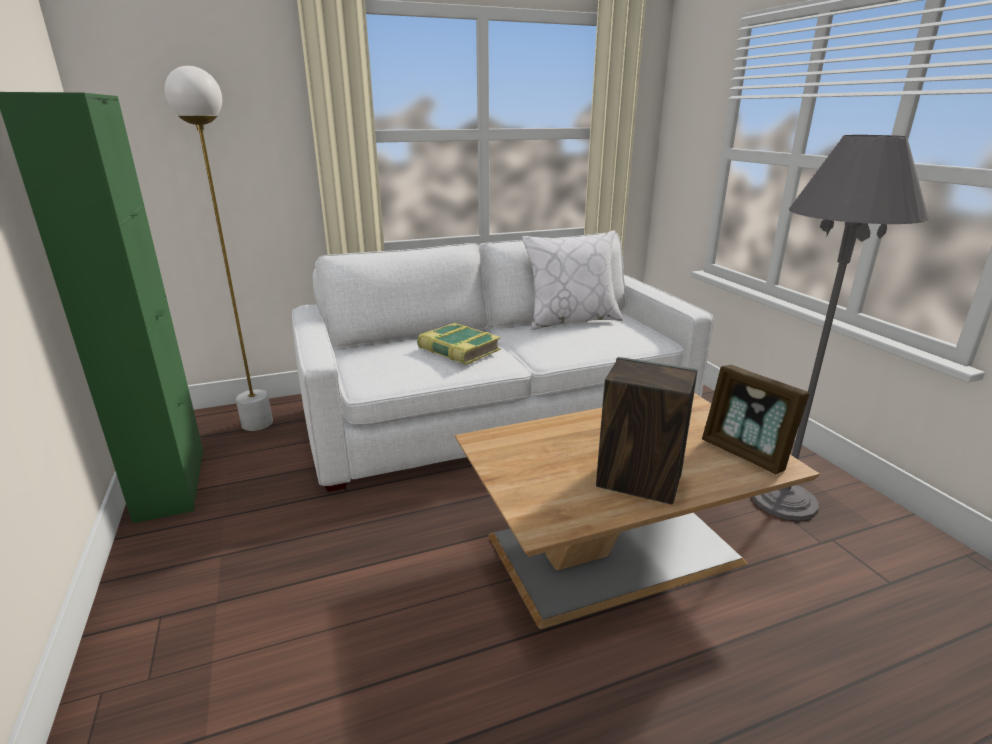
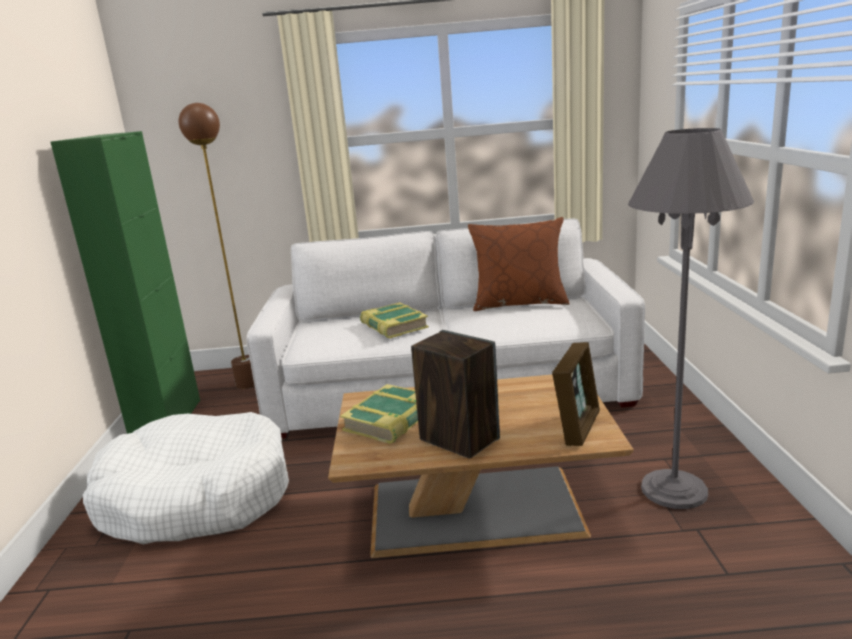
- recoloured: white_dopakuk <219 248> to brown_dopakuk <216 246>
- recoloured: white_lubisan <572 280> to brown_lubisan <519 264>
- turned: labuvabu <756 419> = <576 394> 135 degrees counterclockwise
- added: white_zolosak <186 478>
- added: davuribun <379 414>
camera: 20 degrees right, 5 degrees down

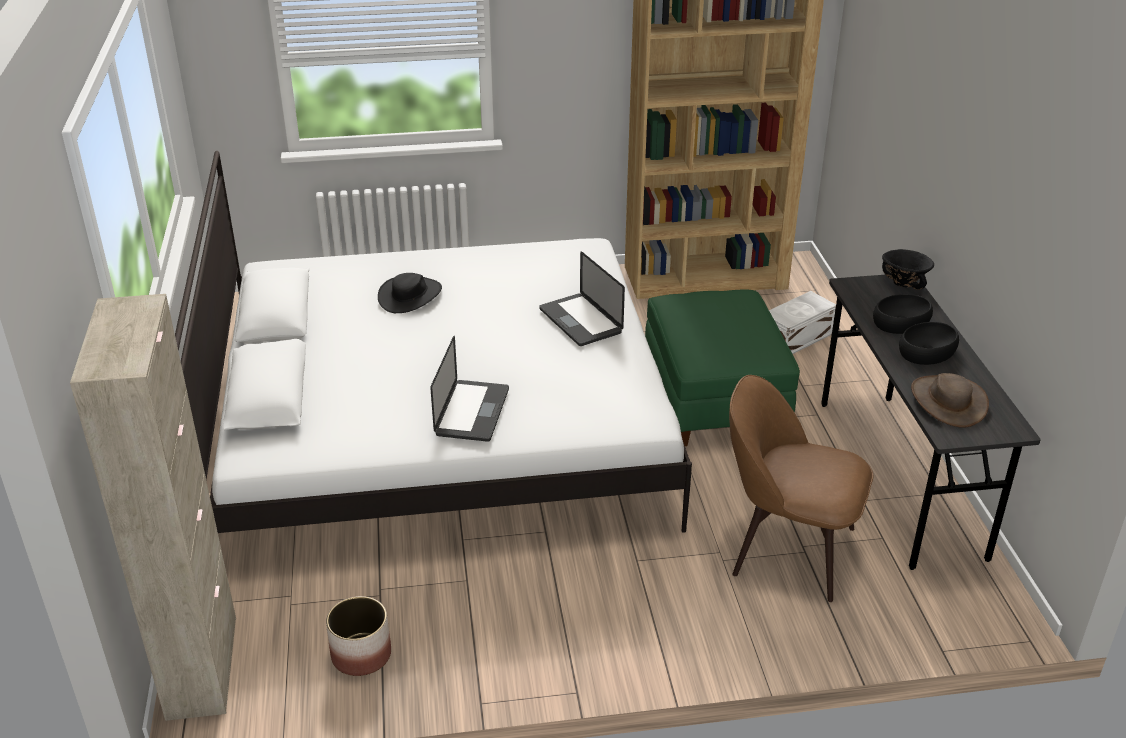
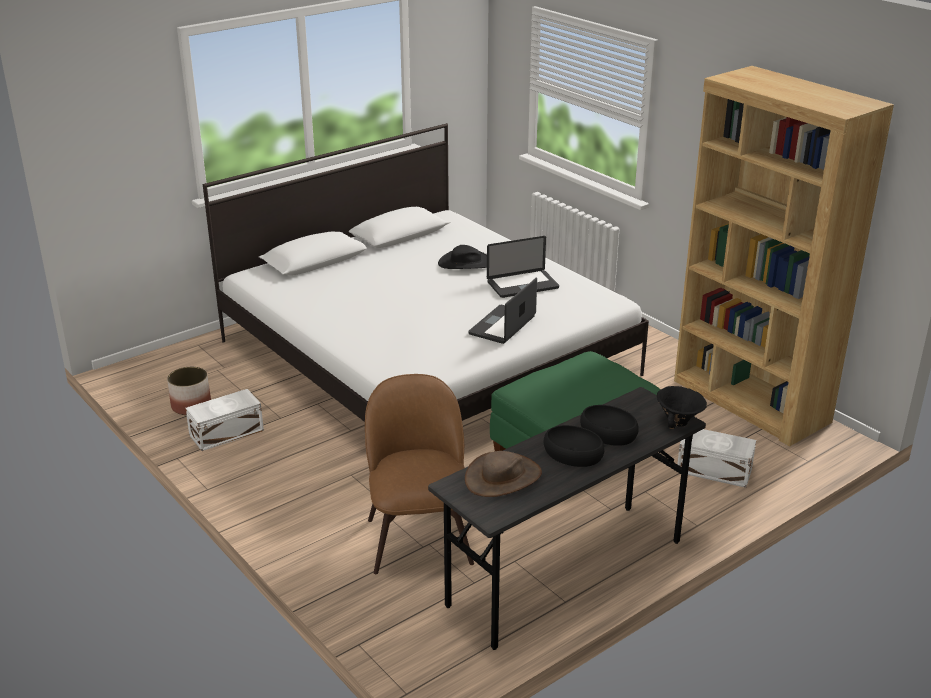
- removed: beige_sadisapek <153 507>
- moved: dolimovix <469 389> to <523 267>
- added: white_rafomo <225 420>
camera: 60 degrees right, 5 degrees down

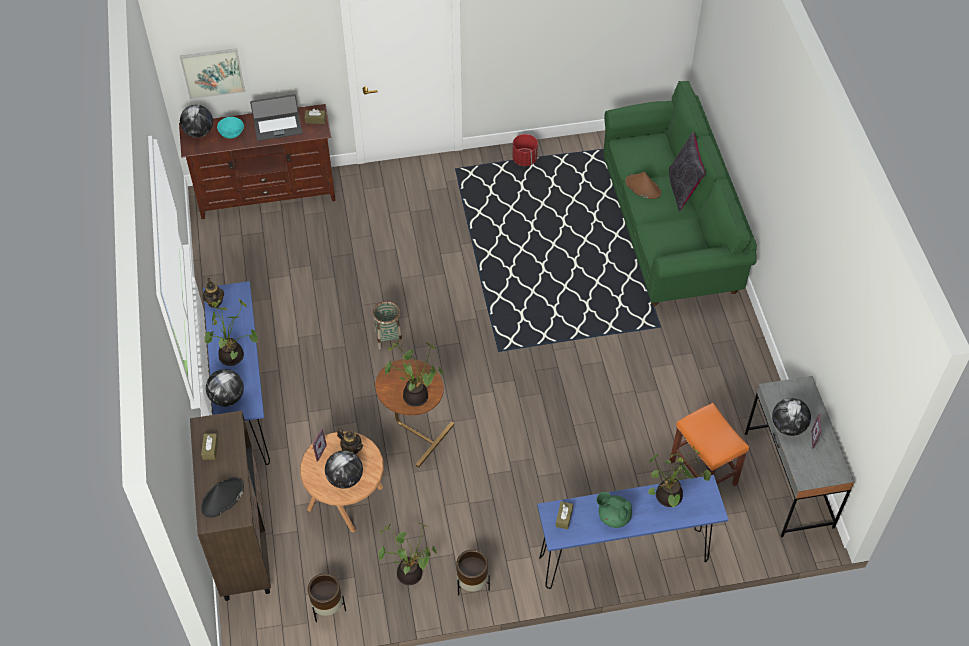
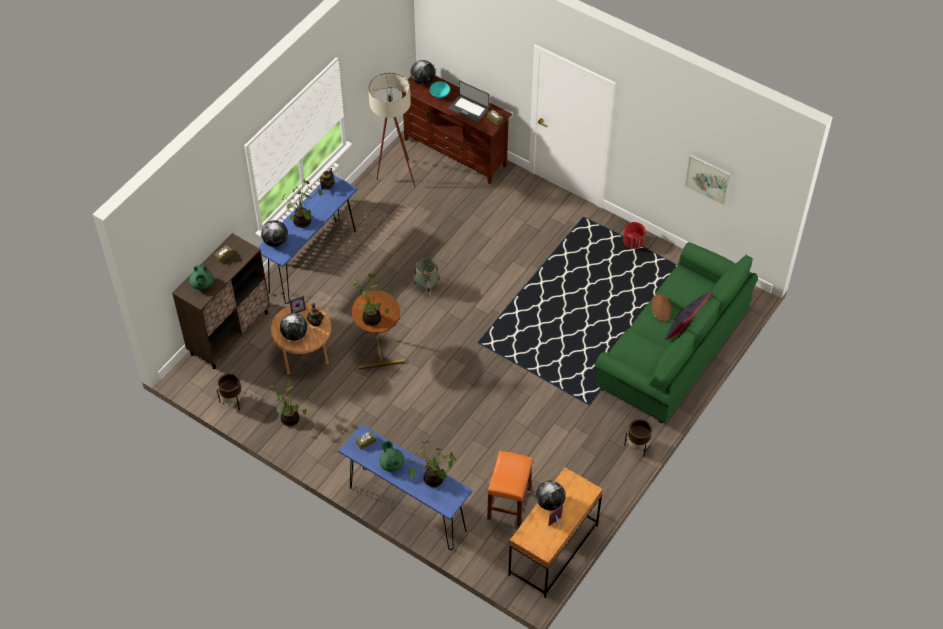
- moved: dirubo <212 73> to <708 180>
- replaced: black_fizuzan <222 497> to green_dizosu <201 277>
- moved: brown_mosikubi <473 572> to <638 438>
- recoloured: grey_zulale <800 456> to brown_zulale <555 533>
- added: beige_dopakuk <392 130>
camera: 45 degrees right, 0 degrees up

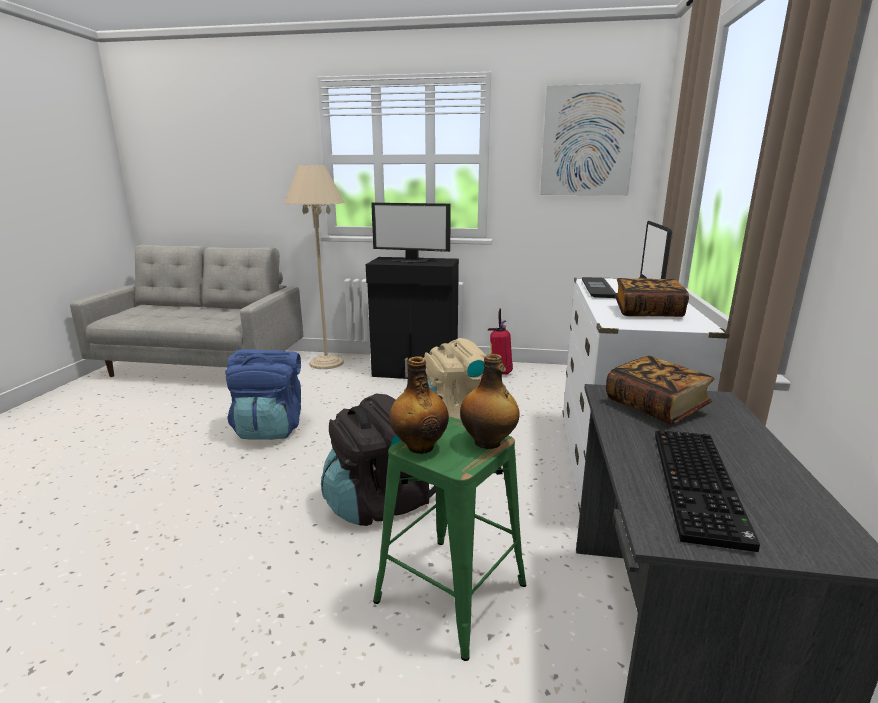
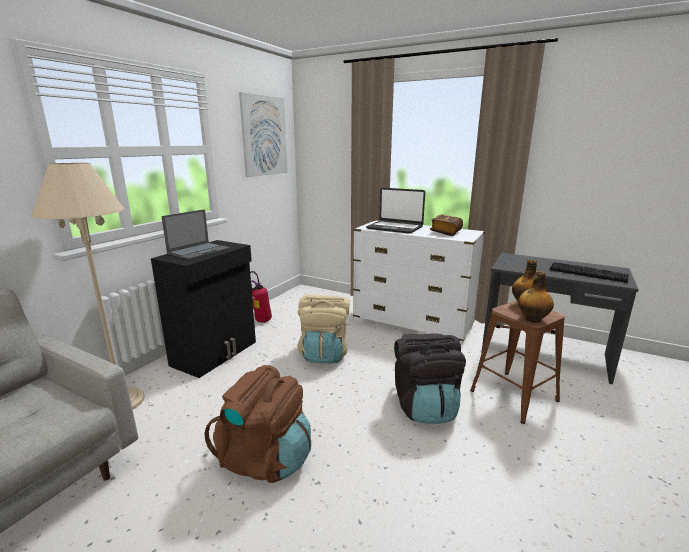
- recoloured: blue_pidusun <263 394> to brown_pidusun <257 424>
- replaced: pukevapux <411 233> to dolimovix <195 234>
- recoloured: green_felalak <449 539> to brown_felalak <517 362>
- removed: davuribun <660 390>
camera: 70 degrees left, 0 degrees up

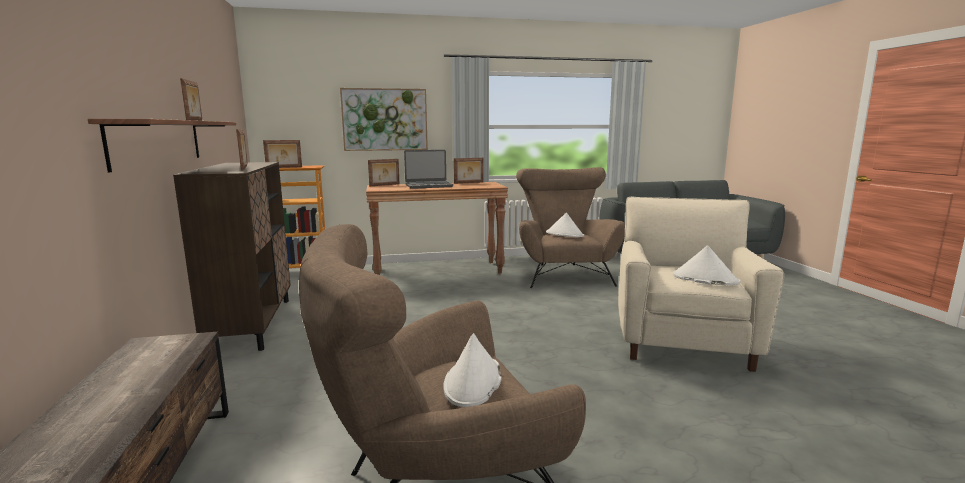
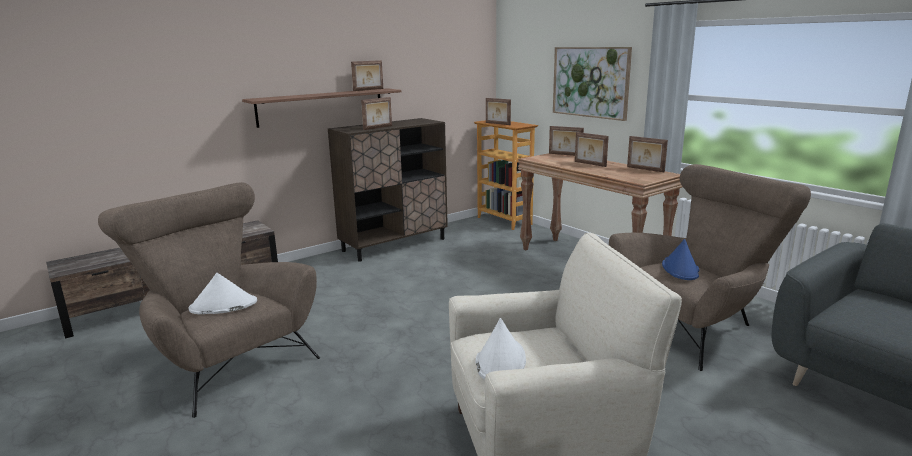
- replaced: dolimovix <428 169> to labuvabu <592 149>
- recoloured: white_fizuzan <565 225> to blue_fizuzan <680 259>
camera: 65 degrees right, 5 degrees up

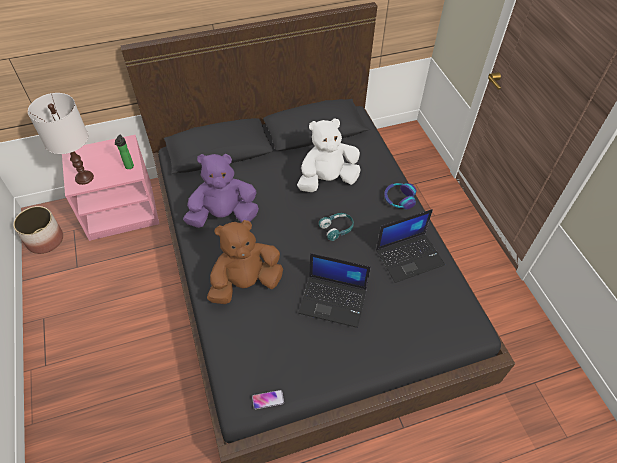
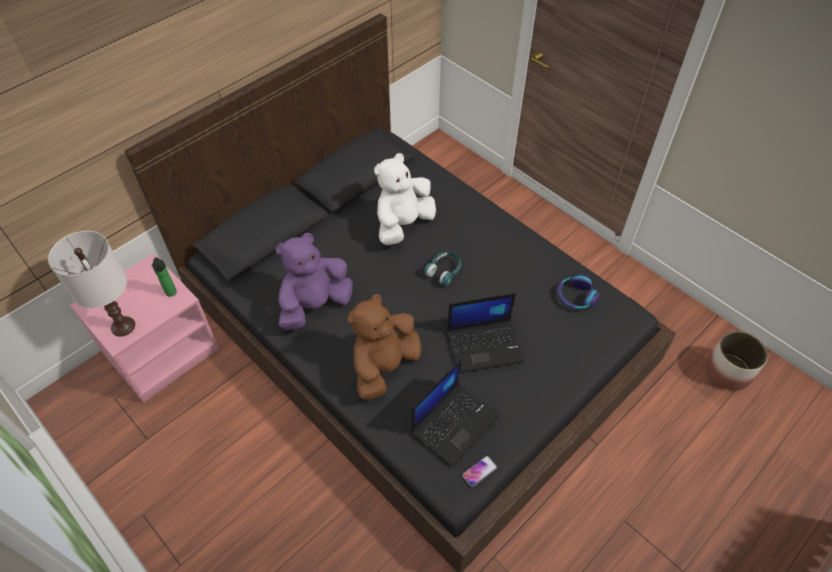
- moved: mosikubi <38 230> to <737 360>
- moved: dolimovix <410 246> to <455 413>
- moved: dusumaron <400 196> to <578 291>
camera: 25 degrees left, 0 degrees up

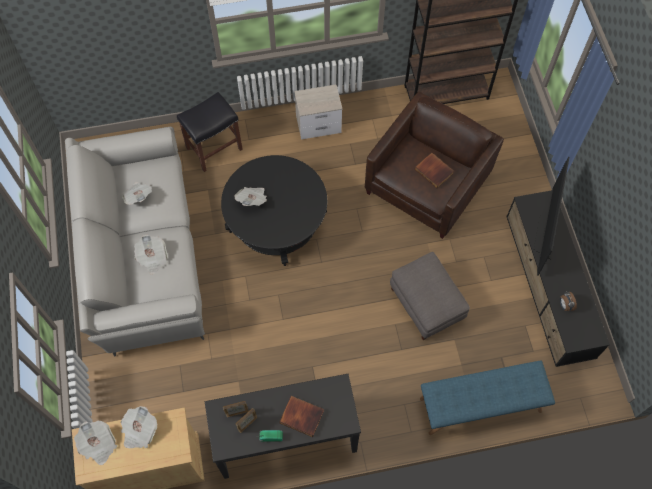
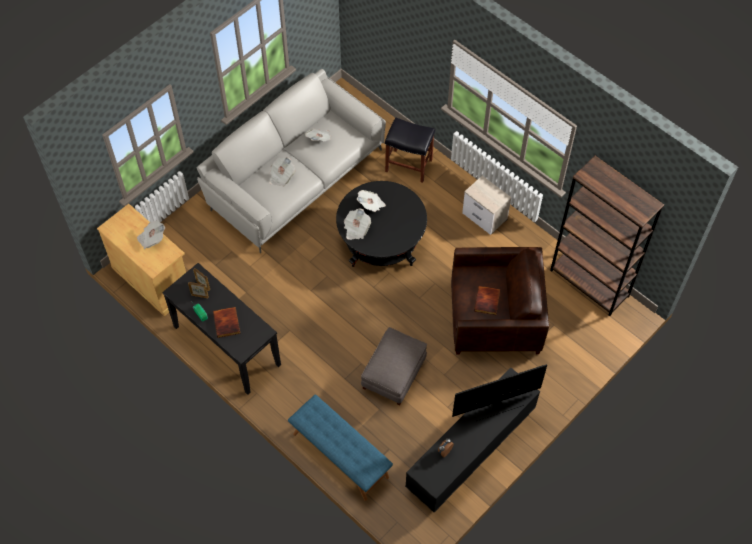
- moved: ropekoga <95 443> to <357 224>
camera: 55 degrees right, 5 degrees down

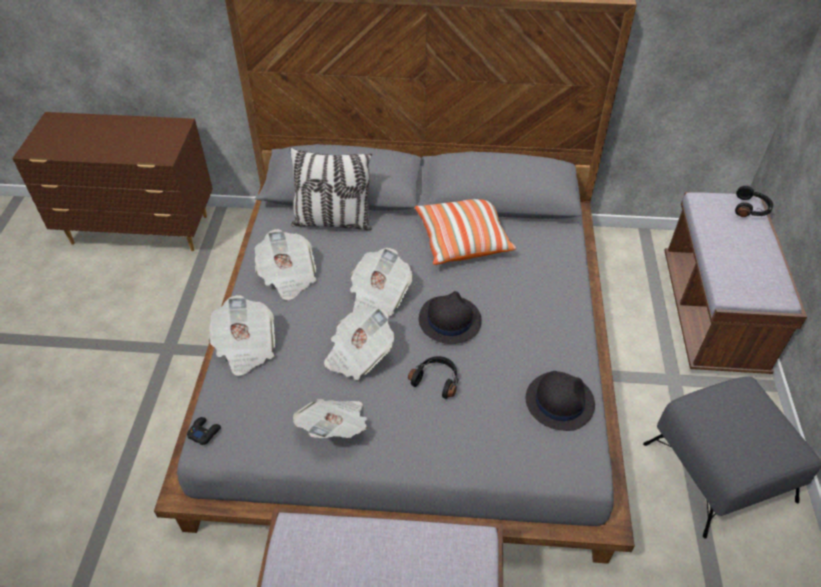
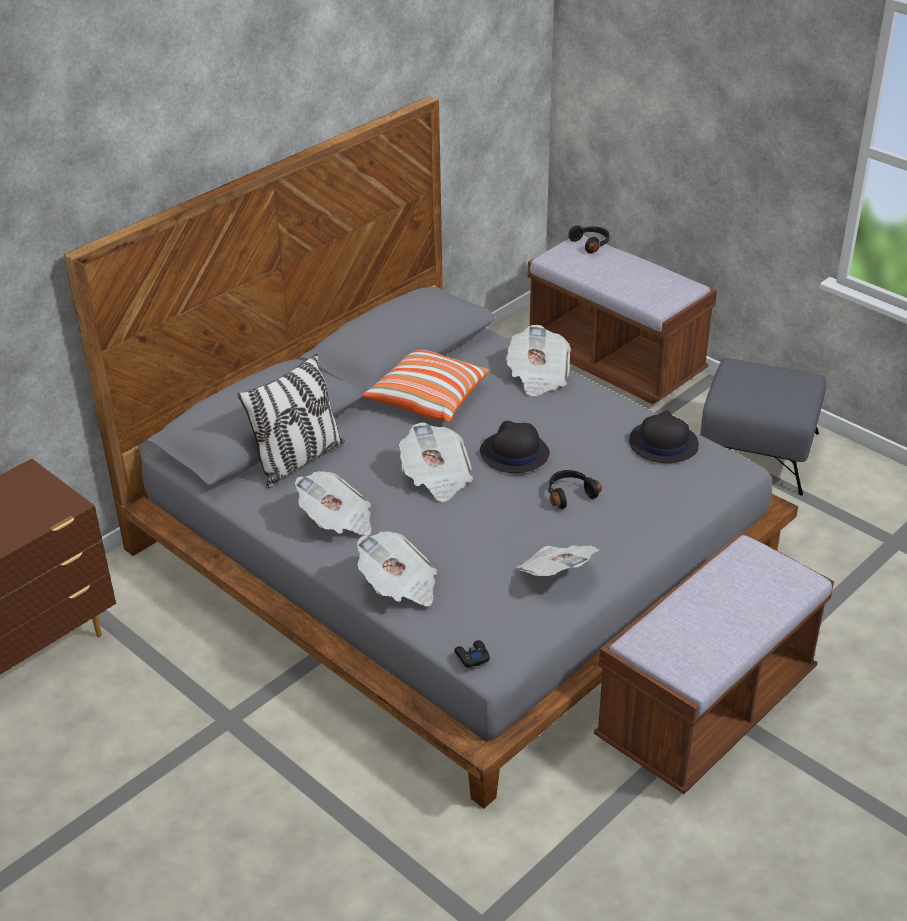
- moved: ropekoga <359 343> to <538 360>
camera: 50 degrees left, 10 degrees down

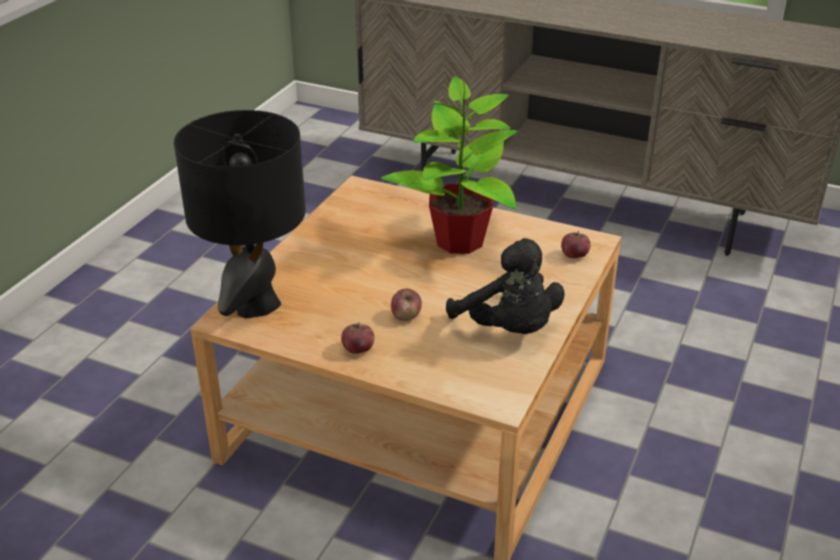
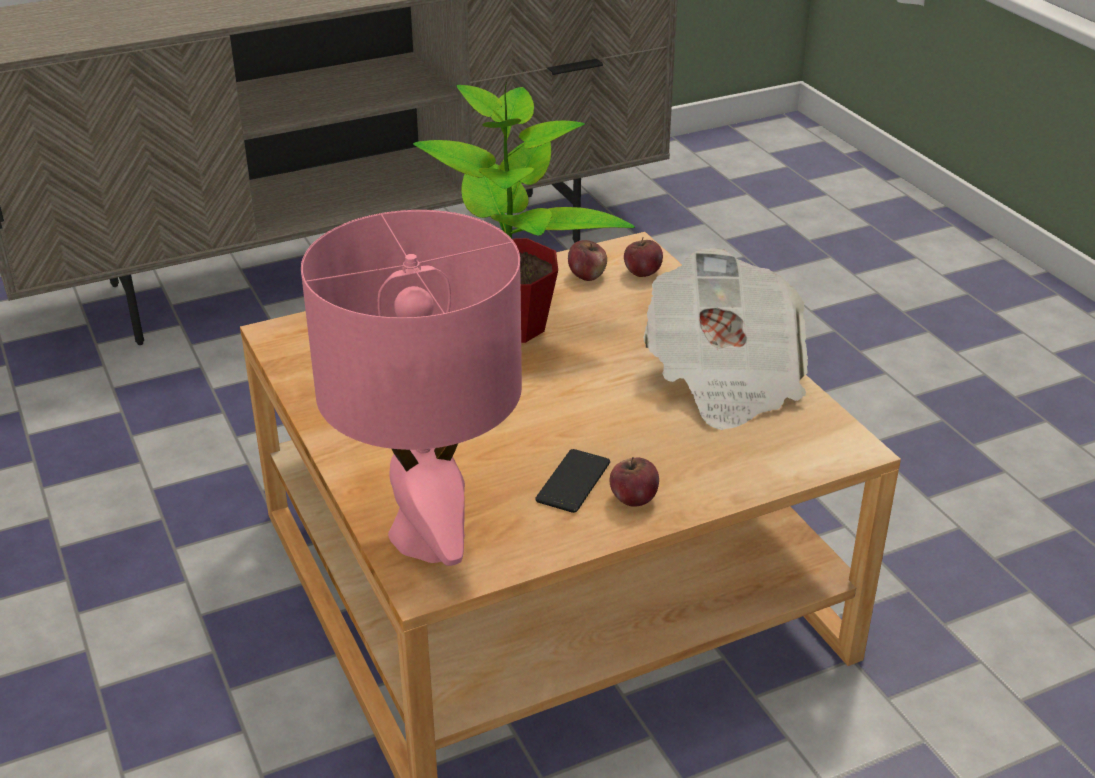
- recoloured: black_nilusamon <240 214> to pink_nilusamon <411 388>
- moved: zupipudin <406 305> to <587 260>
- replaced: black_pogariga <505 286> to ropekoga <725 339>
- added: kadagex <573 481>
camera: 50 degrees left, 0 degrees up

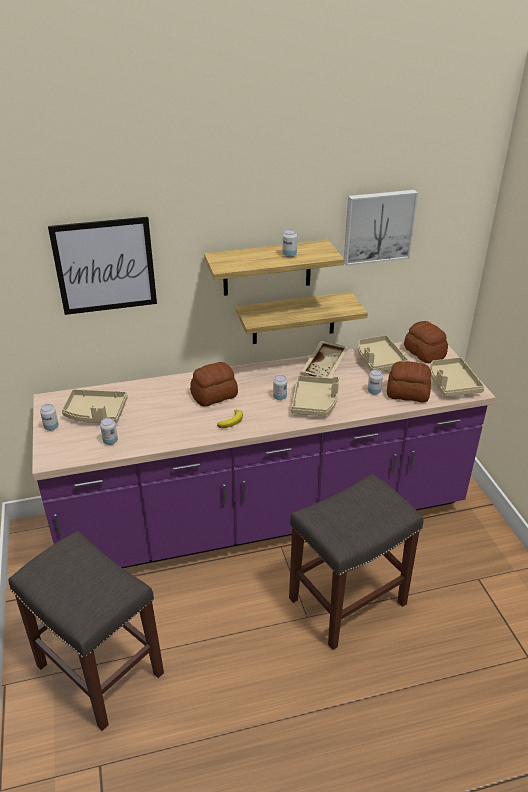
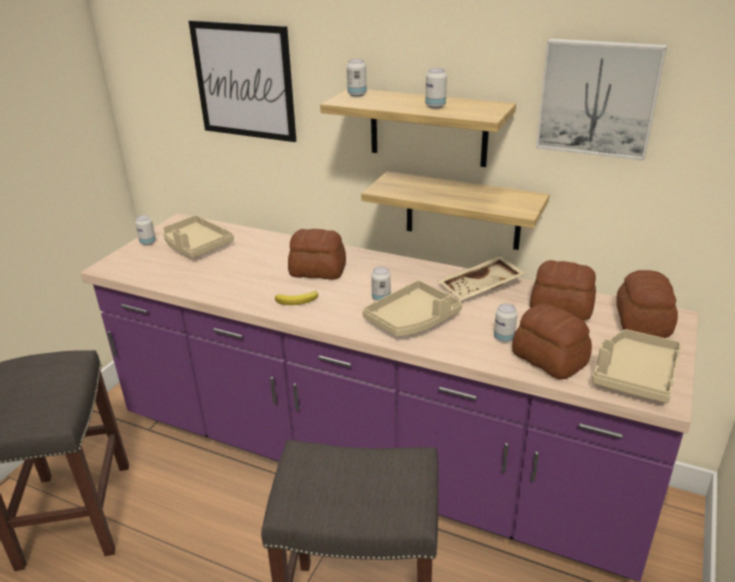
- moved: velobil <109 431> to <357 78>
- replaced: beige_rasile <383 353> to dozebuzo <563 290>
camera: 40 degrees right, 5 degrees down

